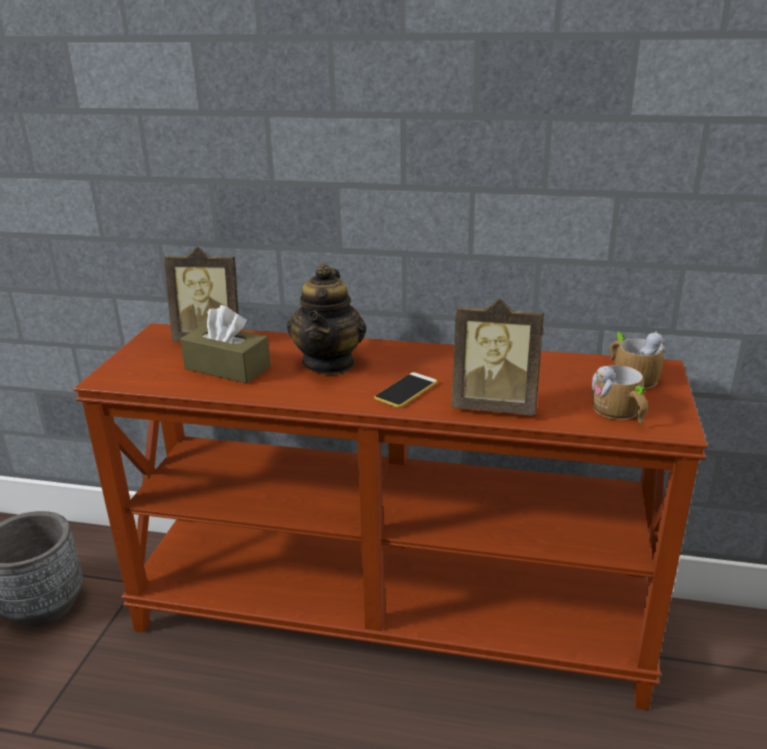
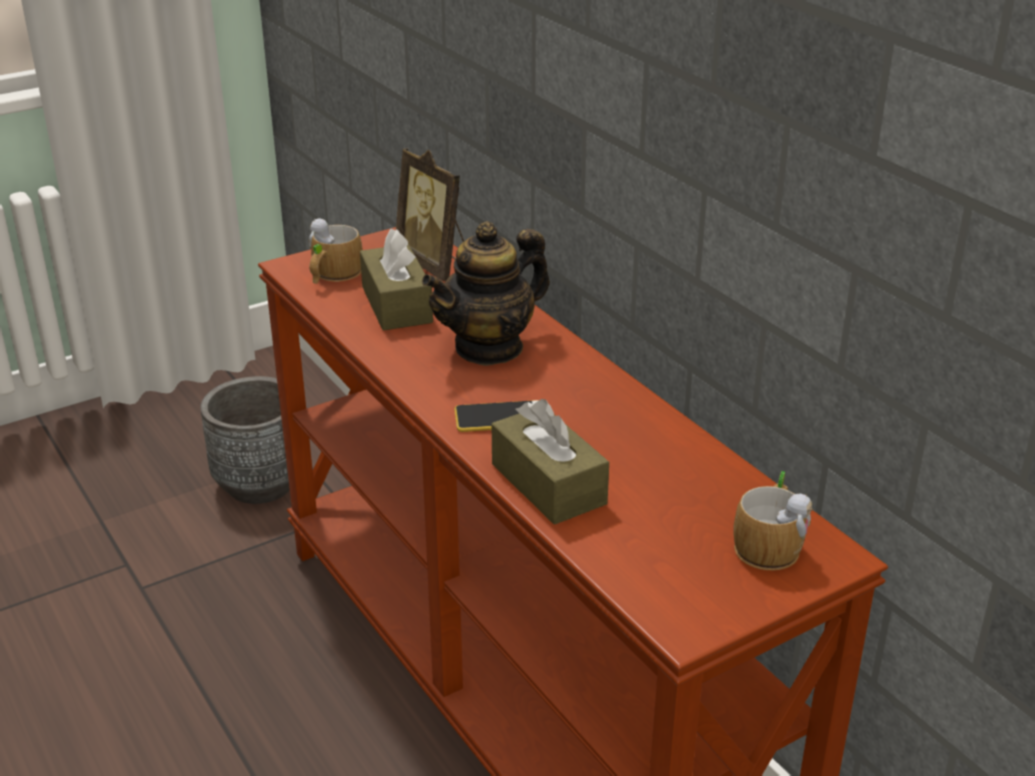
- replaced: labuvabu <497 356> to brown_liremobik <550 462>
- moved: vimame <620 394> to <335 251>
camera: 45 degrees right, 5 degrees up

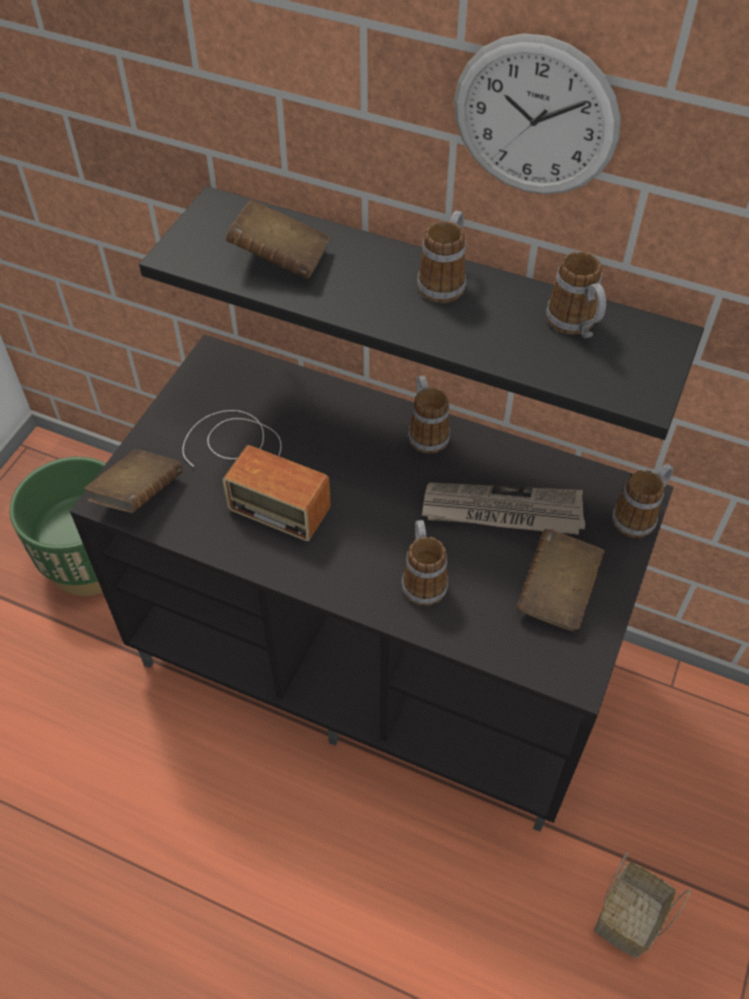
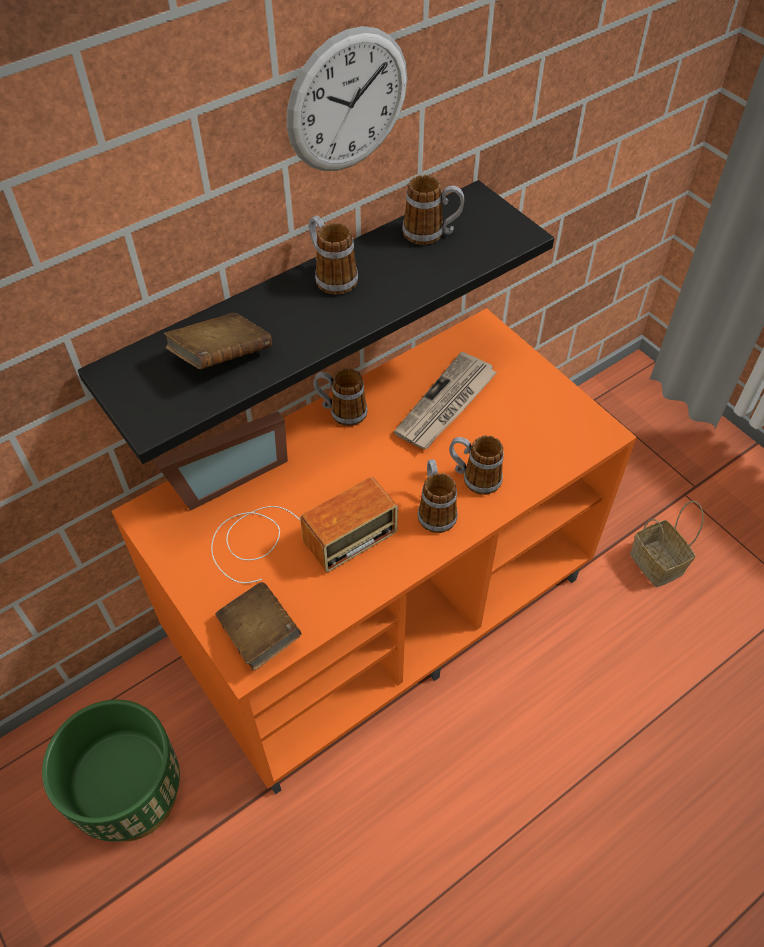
- recoloured: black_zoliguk <372 583> to orange_zoliguk <374 551>
- removed: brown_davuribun <560 580>
- moved: vimame <643 500> to <438 496>
- added: labuvabu <220 461>
camera: 60 degrees left, 0 degrees up

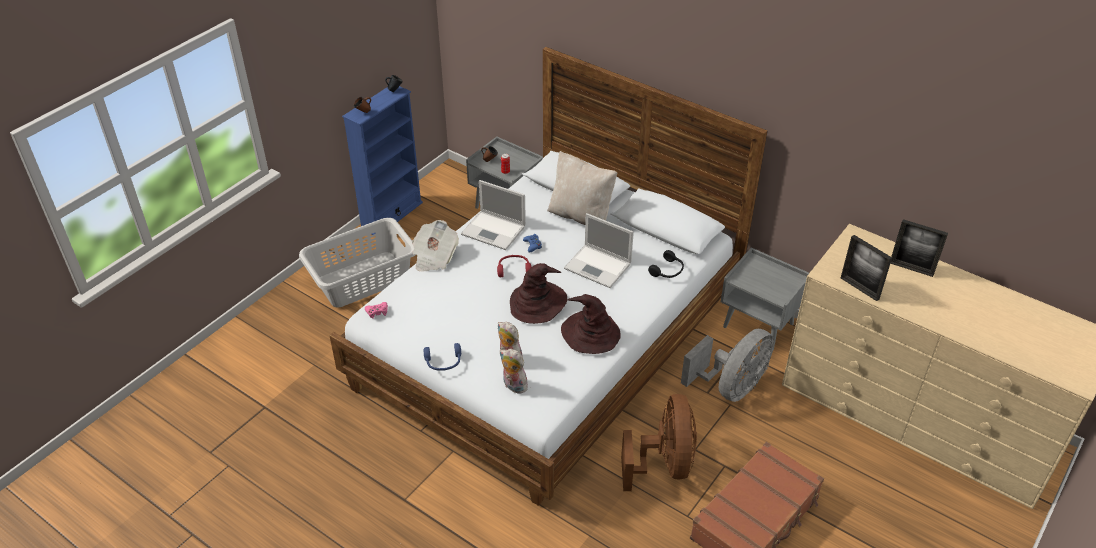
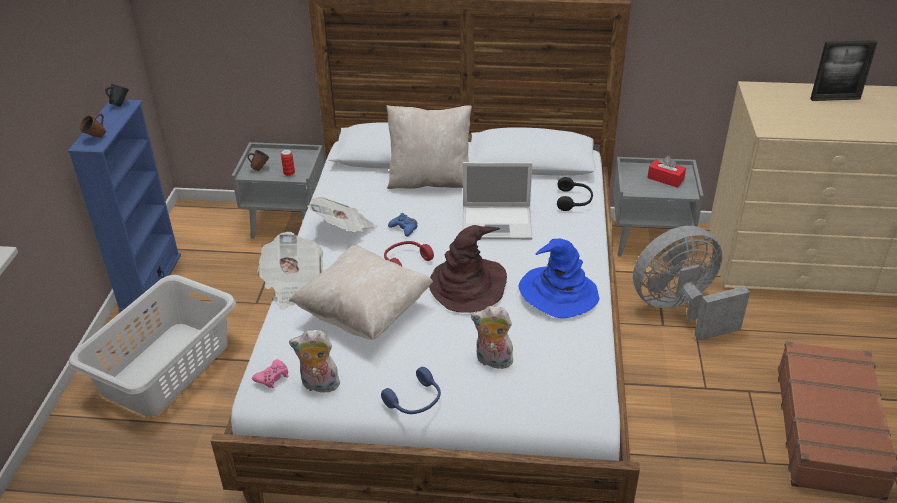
- replaced: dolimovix <493 215> to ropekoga <342 214>
- moved: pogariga <514 371> to <314 361>
- recoloured: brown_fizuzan <591 324> to blue_fizuzan <558 278>
- removed: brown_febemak <659 442>
- turned: grey_febemak <727 365> = <691 283> 120 degrees counterclockwise
- removed: labuvabu <866 268>
- added: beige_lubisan <361 292>
- added: red_liremobik <666 172>
camera: 30 degrees left, 5 degrees down

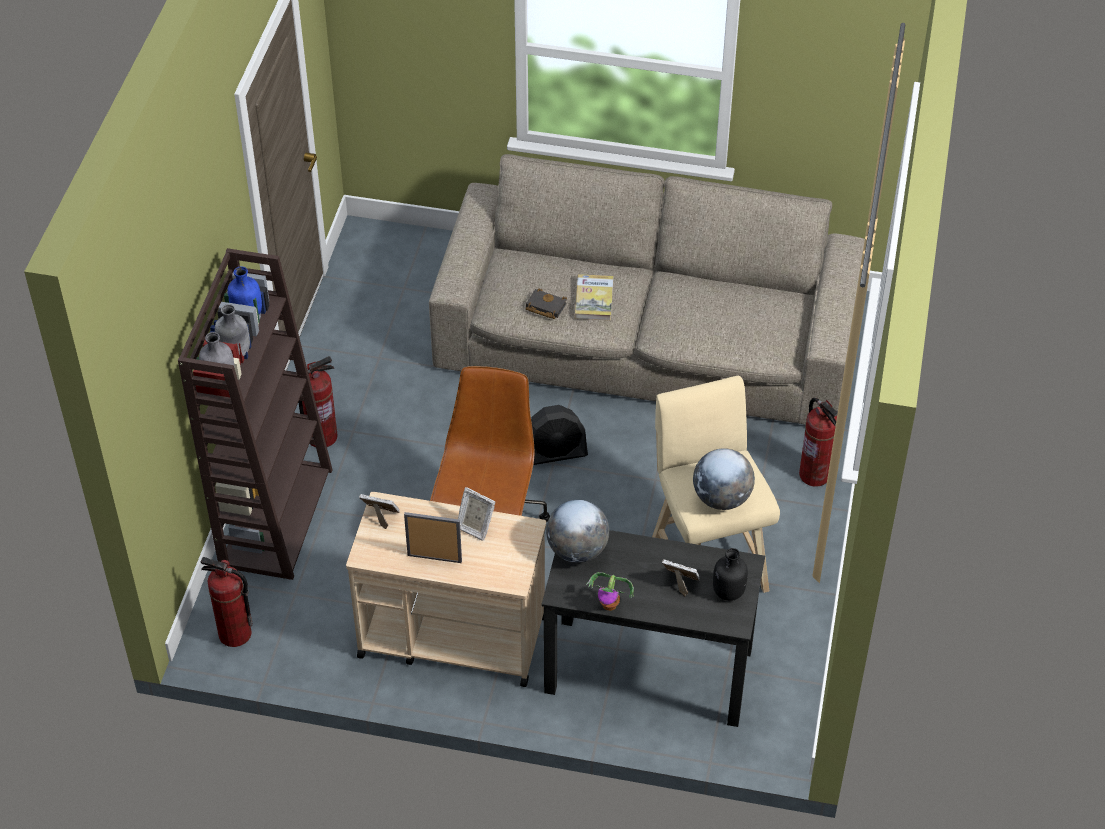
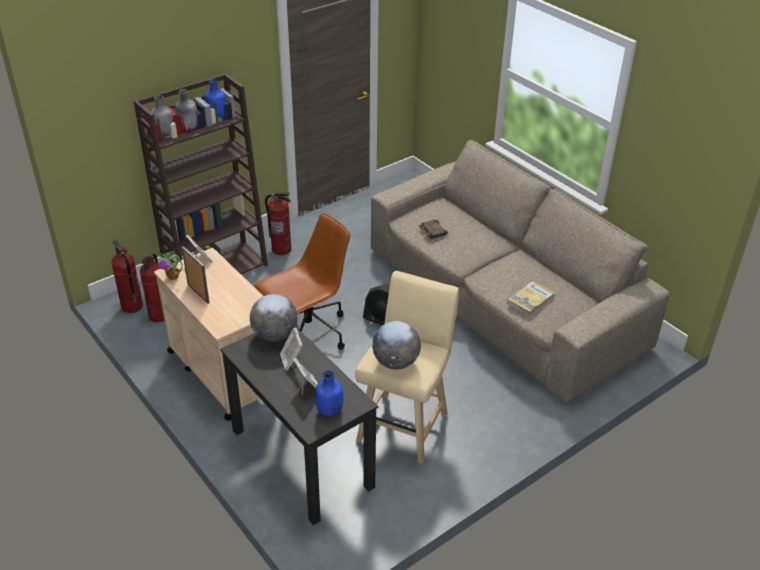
- moved: labuvabu <477 514> to <291 349>
- moved: davuribun <594 297> to <530 298>
- moved: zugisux <610 591> to <170 265>
- recoloured: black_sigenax <730 574> to blue_sigenax <329 393>
- moved: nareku <818 442> to <152 288>
camera: 40 degrees right, 10 degrees down

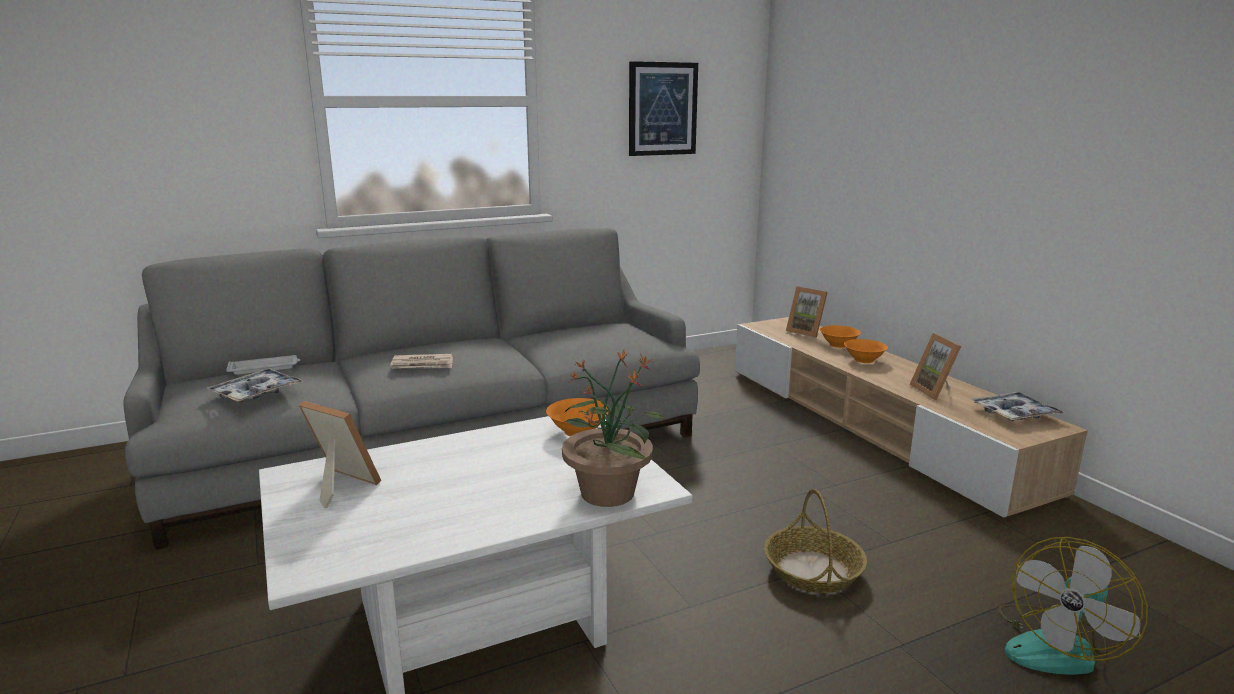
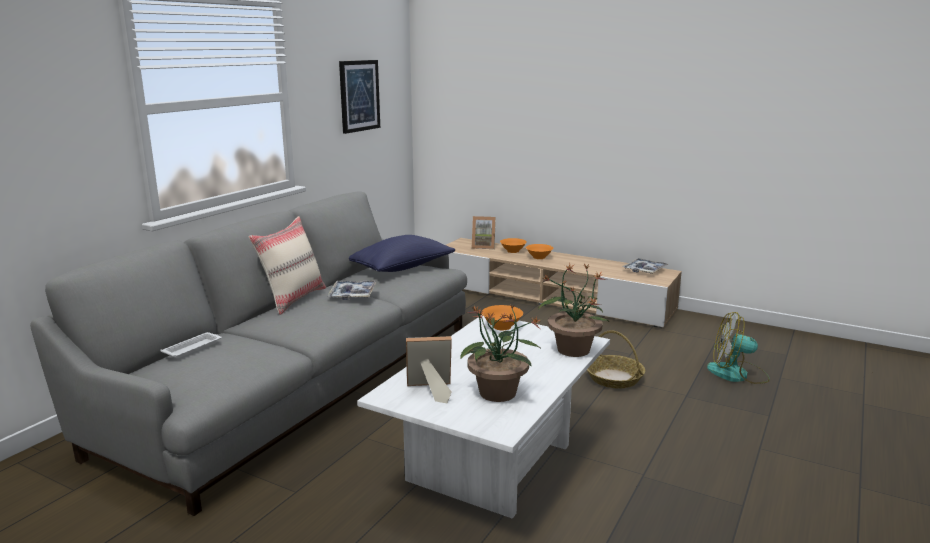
- moved: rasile <255 386> to <352 290>
- removed: ropekoga <421 361>
- removed: labuvabu <935 366>
- turned: febemak <1073 606> = <738 348> 90 degrees clockwise
- added: beige_lubisan <287 265>
- added: blue_lubisan <402 253>
- added: zugisux <500 353>
camera: 35 degrees left, 0 degrees up

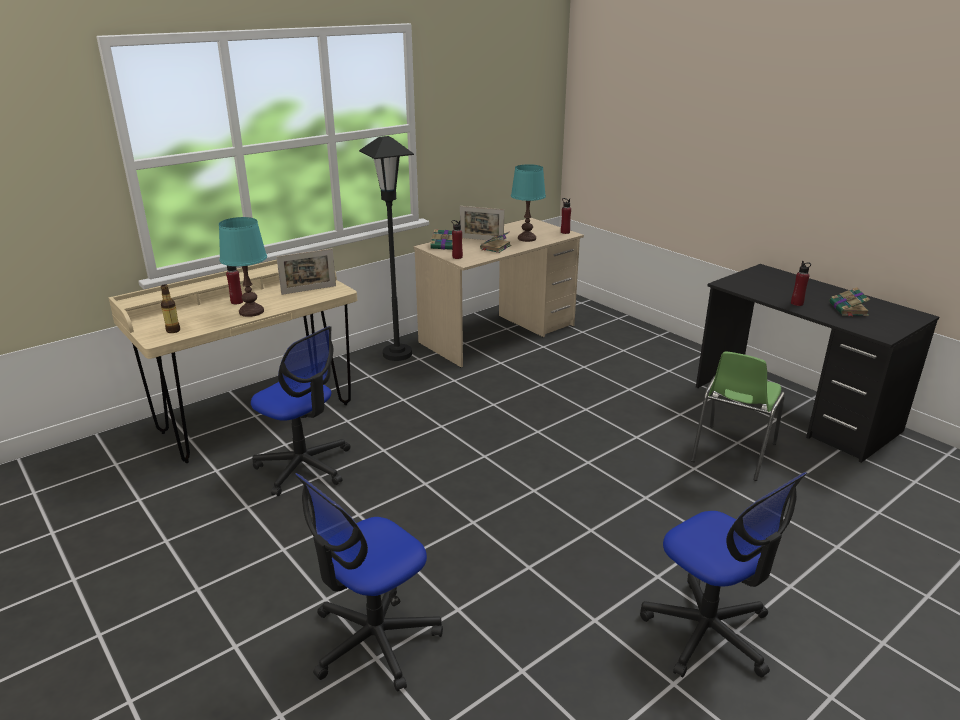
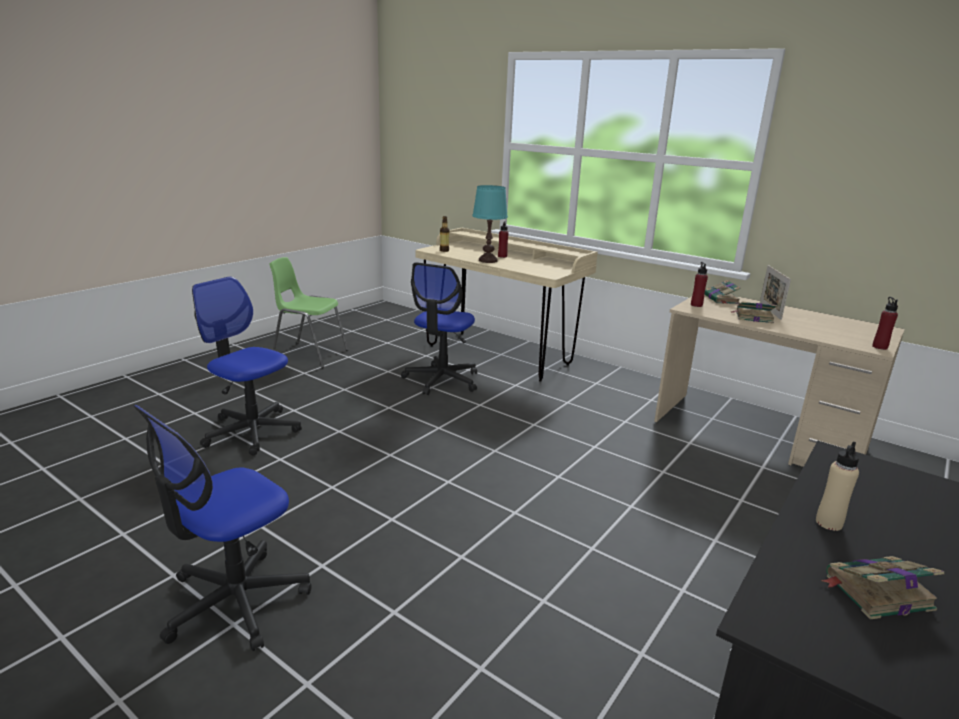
- removed: labuvabu <306 272>
- removed: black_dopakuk <386 248>
- removed: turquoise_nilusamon <528 203>
- moved: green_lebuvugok <738 416> to <308 312>
- recoloured: red_sigenax <801 283> to beige_sigenax <837 486>
camera: 75 degrees right, 5 degrees down

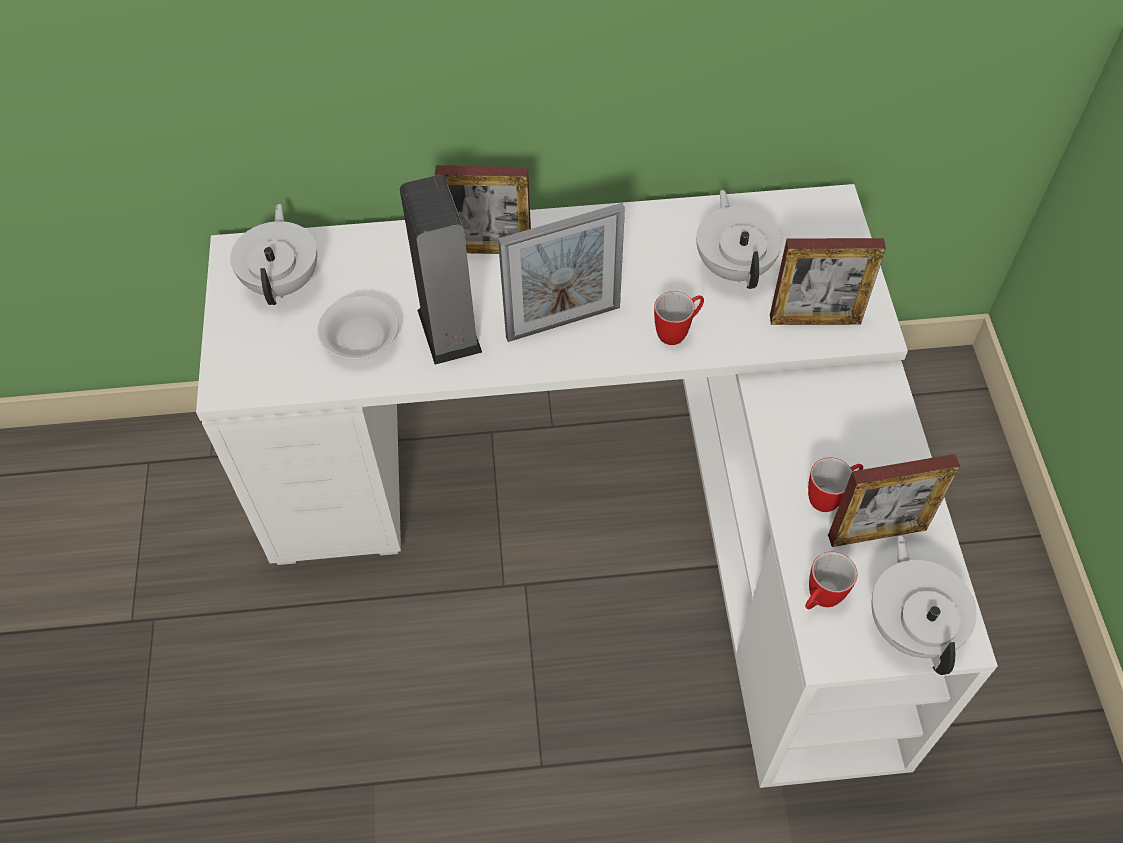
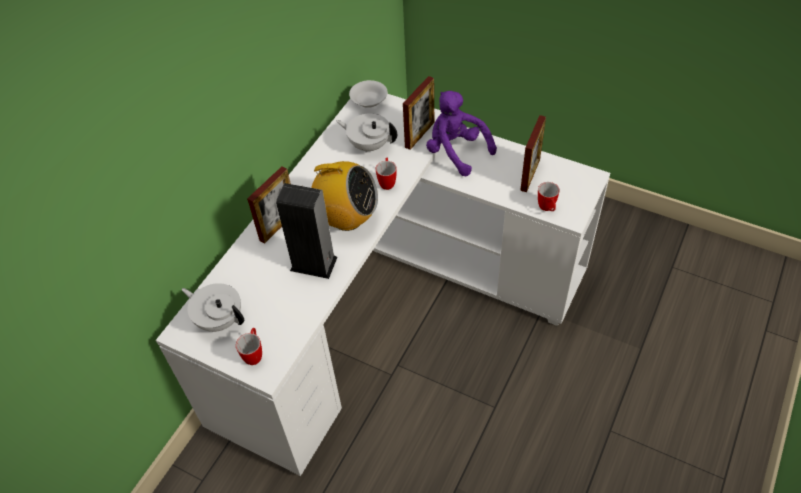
- moved: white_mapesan <358 328> to <368 94>
- replaced: labuvabu <561 272> to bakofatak <344 196>
- moved: vimame <835 484> to <249 346>
- removed: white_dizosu <924 605>
- added: purple_pogariga <461 133>
camera: 55 degrees left, 5 degrees down

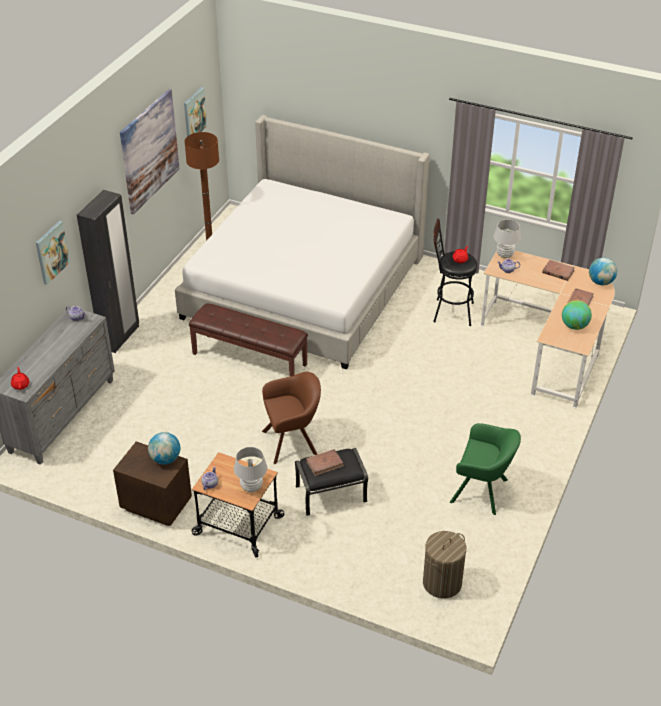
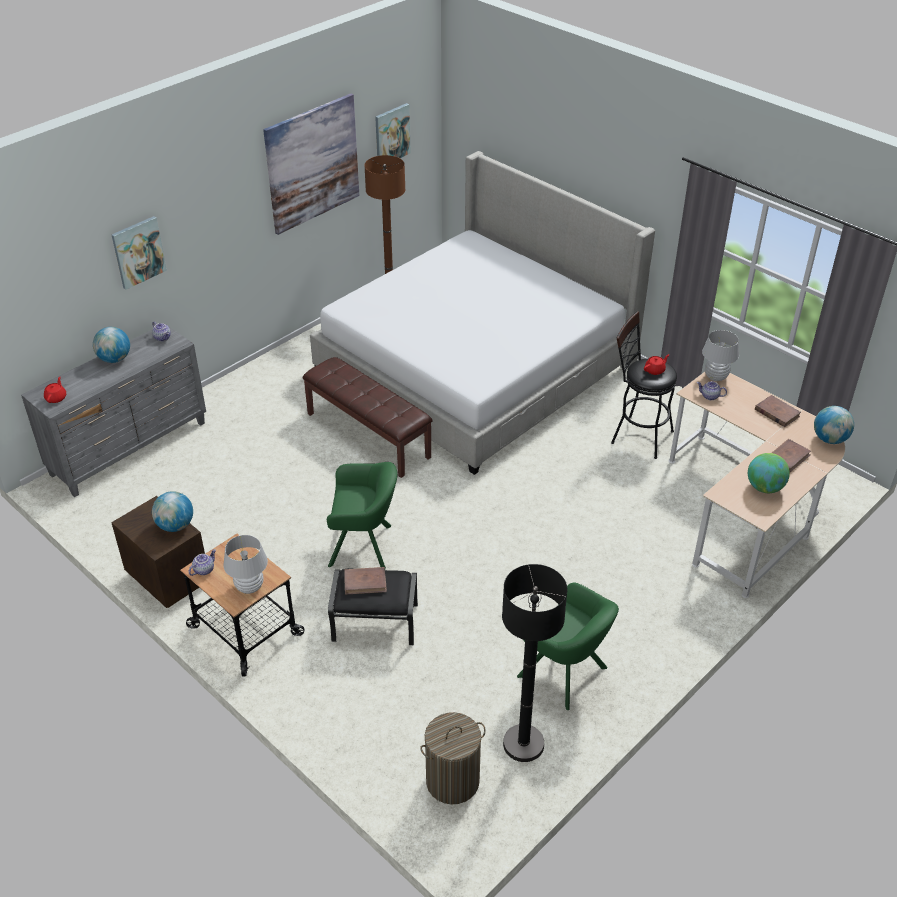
- removed: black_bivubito <108 271>
- recoloured: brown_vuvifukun <291 418> to green_vuvifukun <362 515>
- added: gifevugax <111 345>
- added: black_dopakuk <534 663>
camera: 20 degrees right, 0 degrees up

